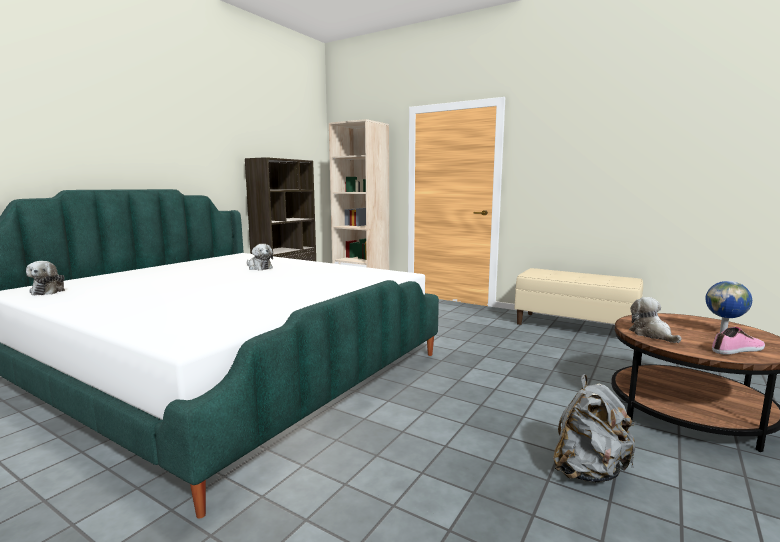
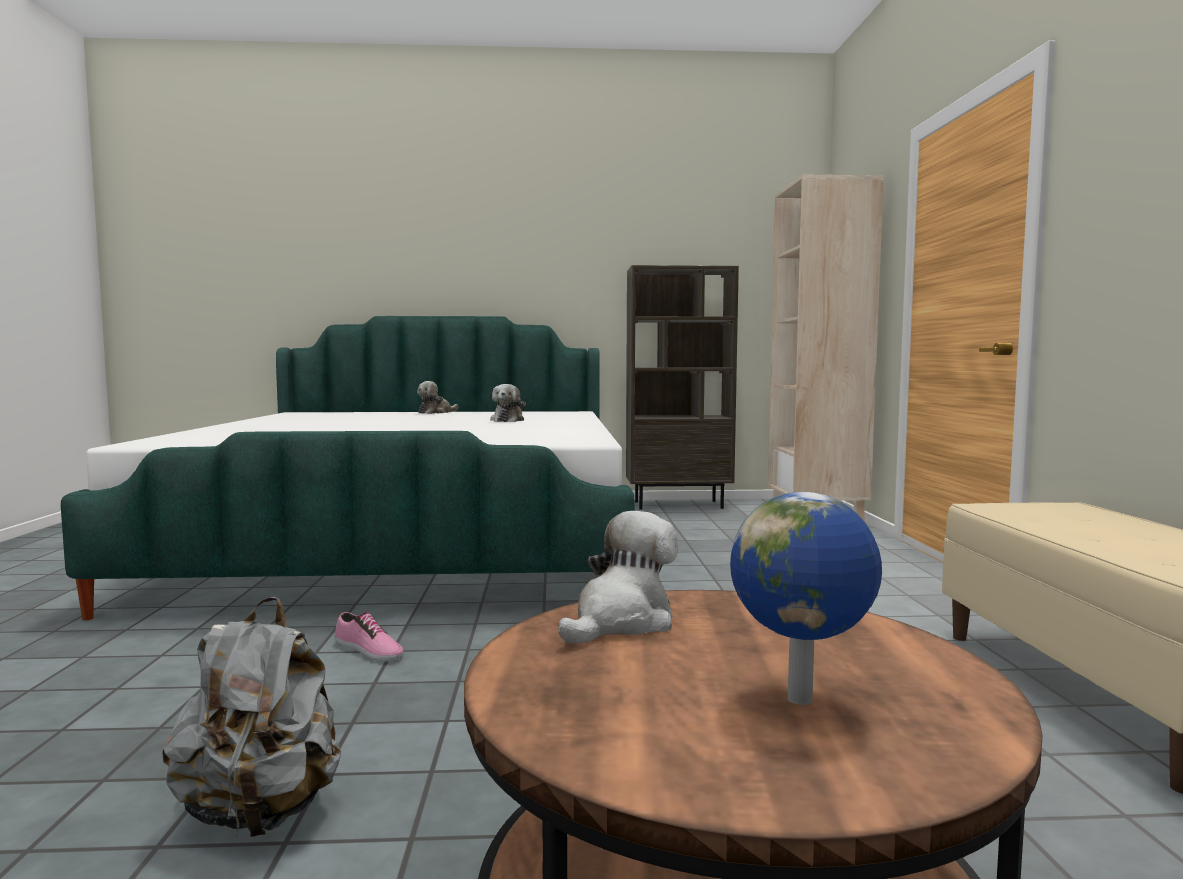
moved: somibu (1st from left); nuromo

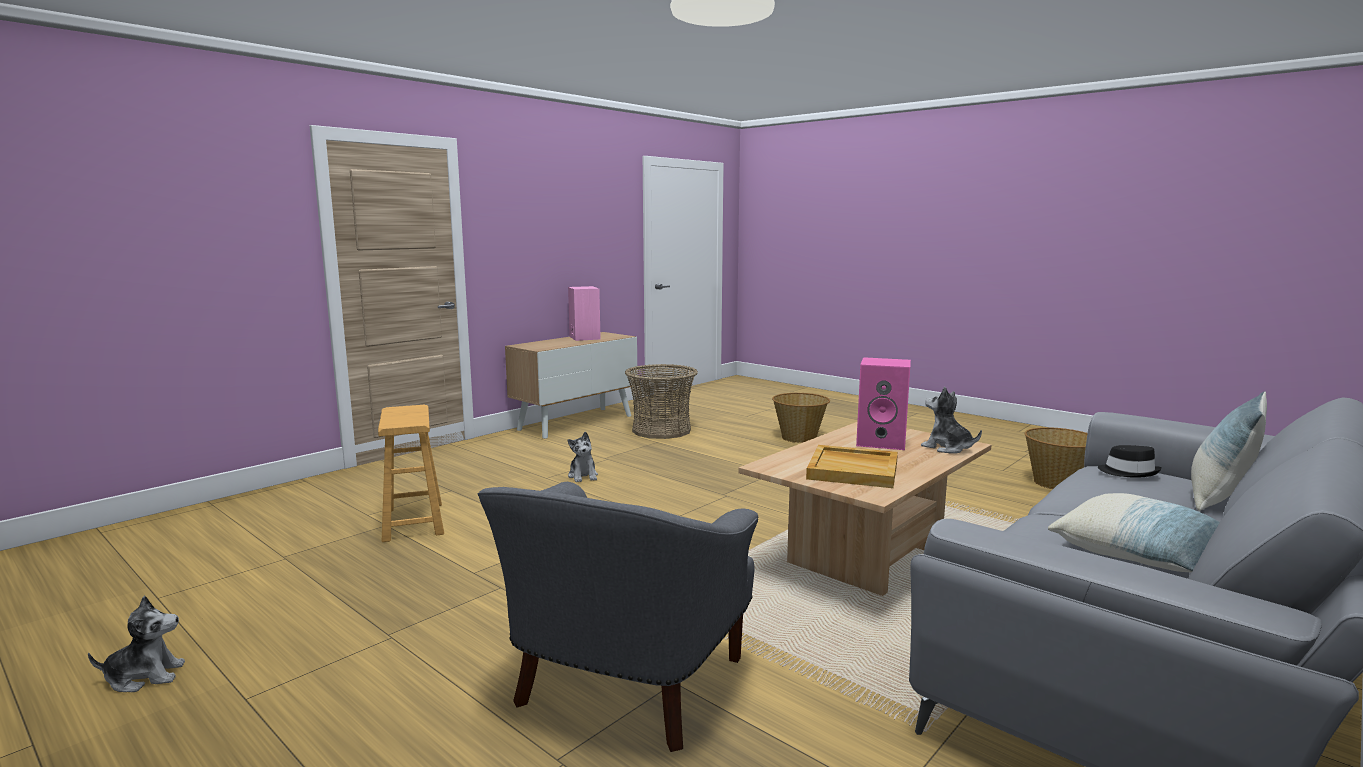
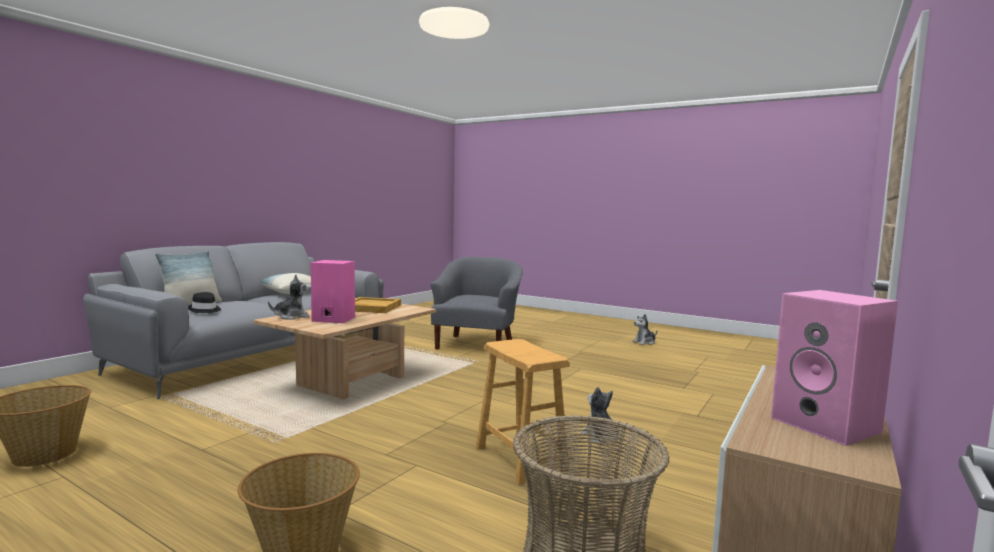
moved: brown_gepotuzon
turned: somibu (3rd from left in the first image) 60 degrees counterclockwise

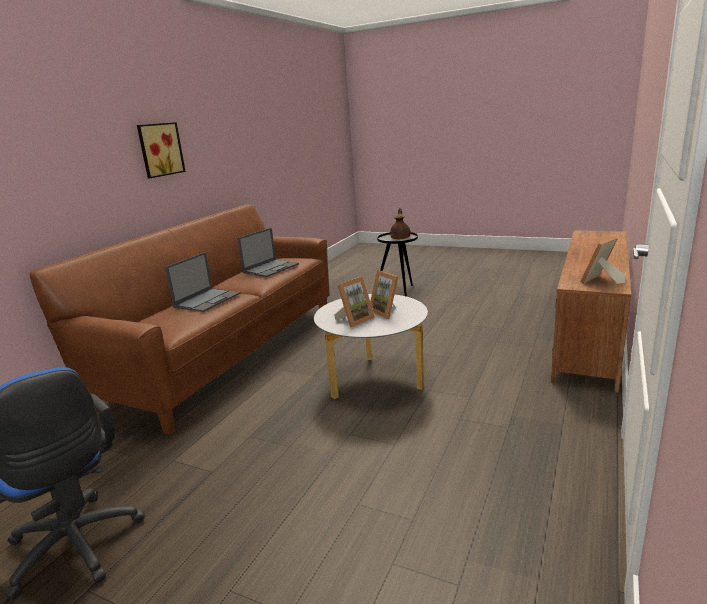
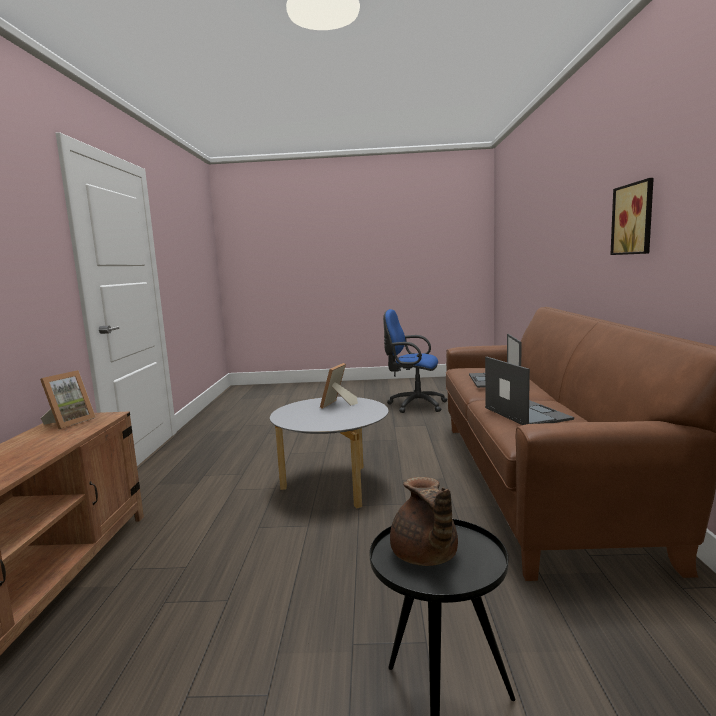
removed: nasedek (2nd from left)
turned: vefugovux (2nd from left) 150 degrees clockwise

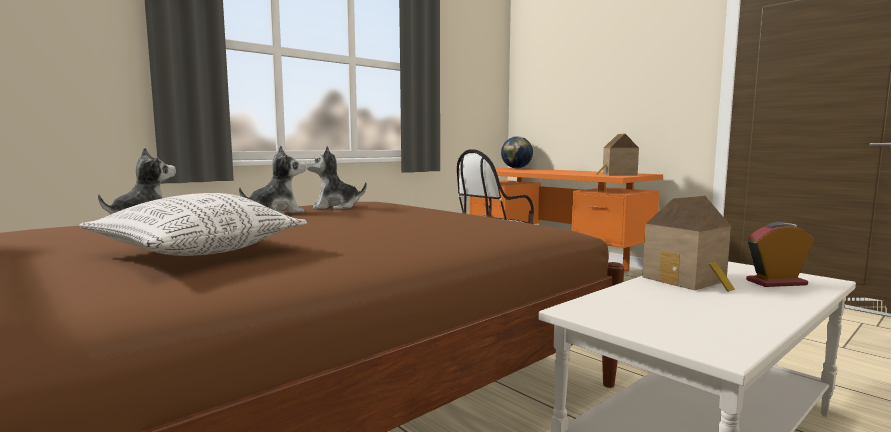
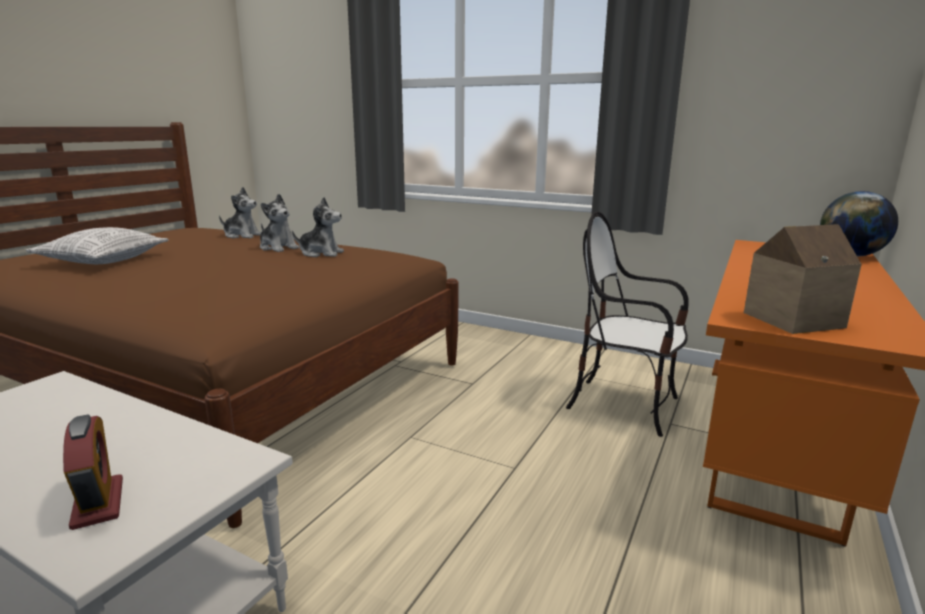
removed: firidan (2nd from left)
turned: somibu (3rd from left) 135 degrees clockwise

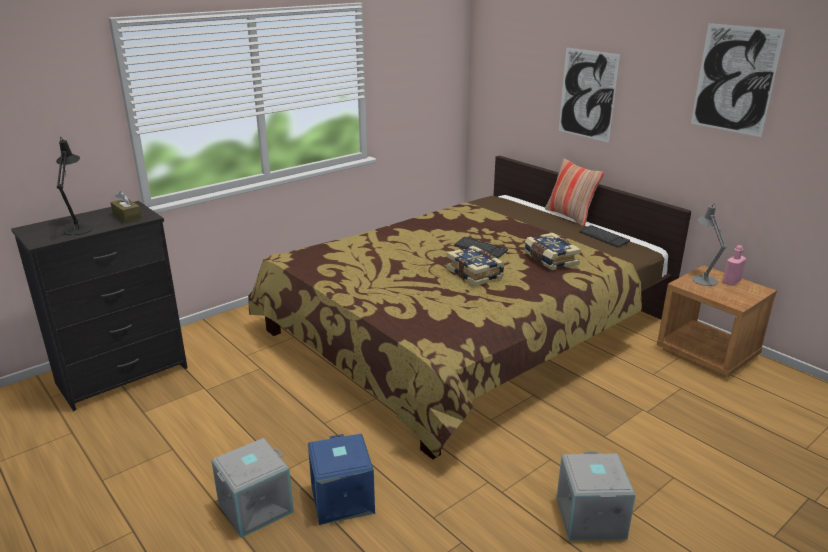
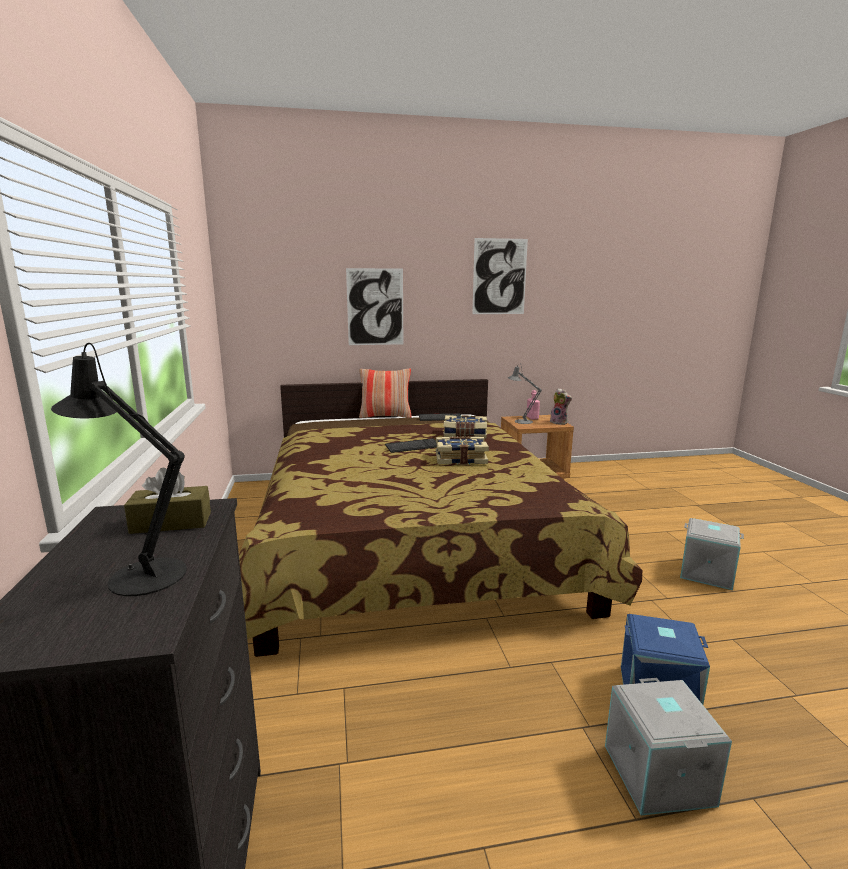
added: somibu

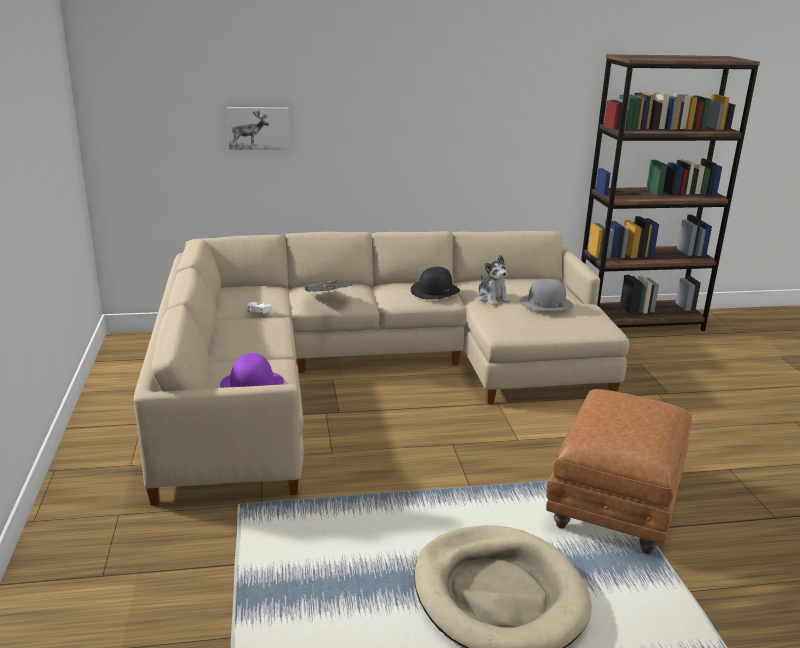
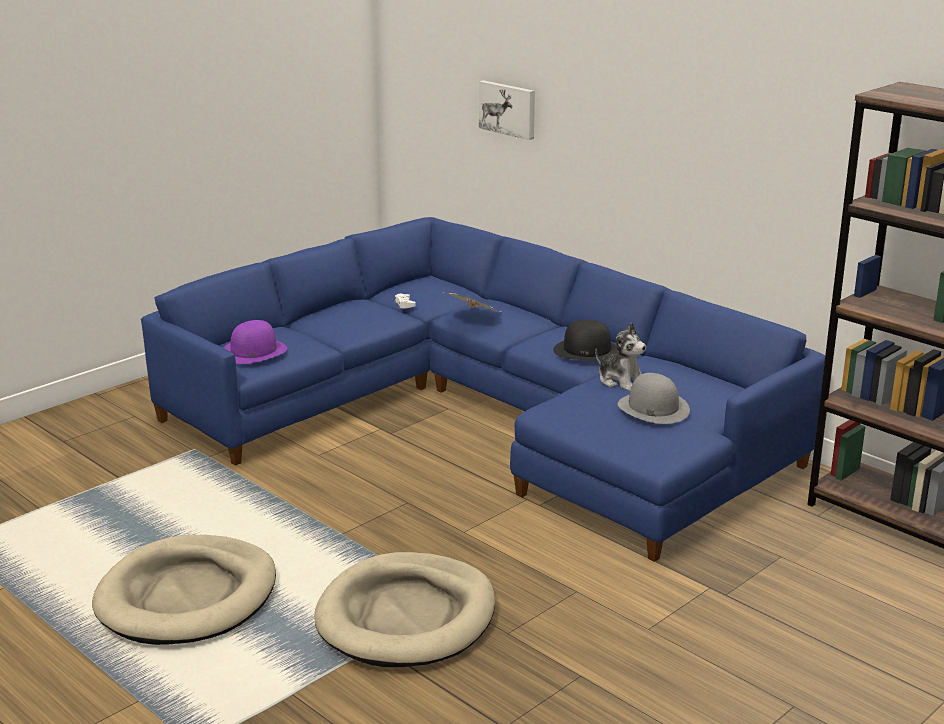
replaced: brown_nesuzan to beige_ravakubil (2nd from left)
recoloured: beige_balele to blue_balele
turned: somibu 75 degrees counterclockwise

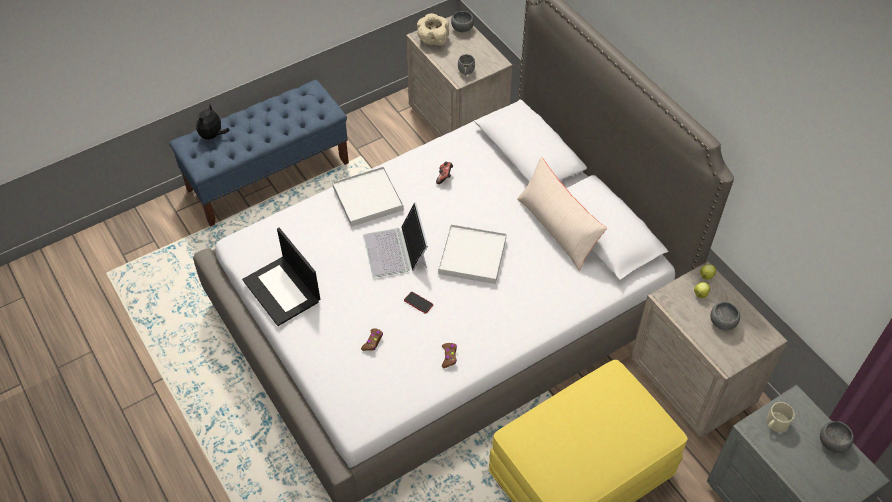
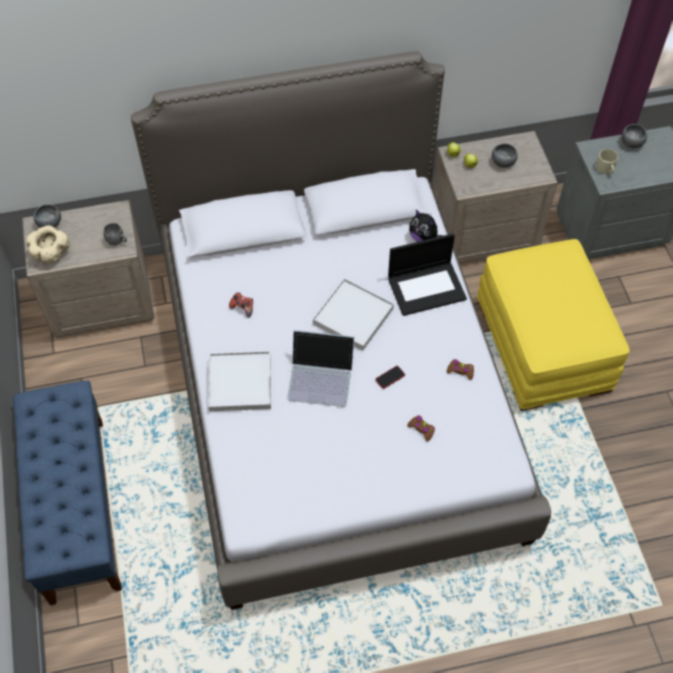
removed: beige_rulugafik
moved: somibu; vefugovux (1st from left in the first image) to vefugovux (2nd from left)

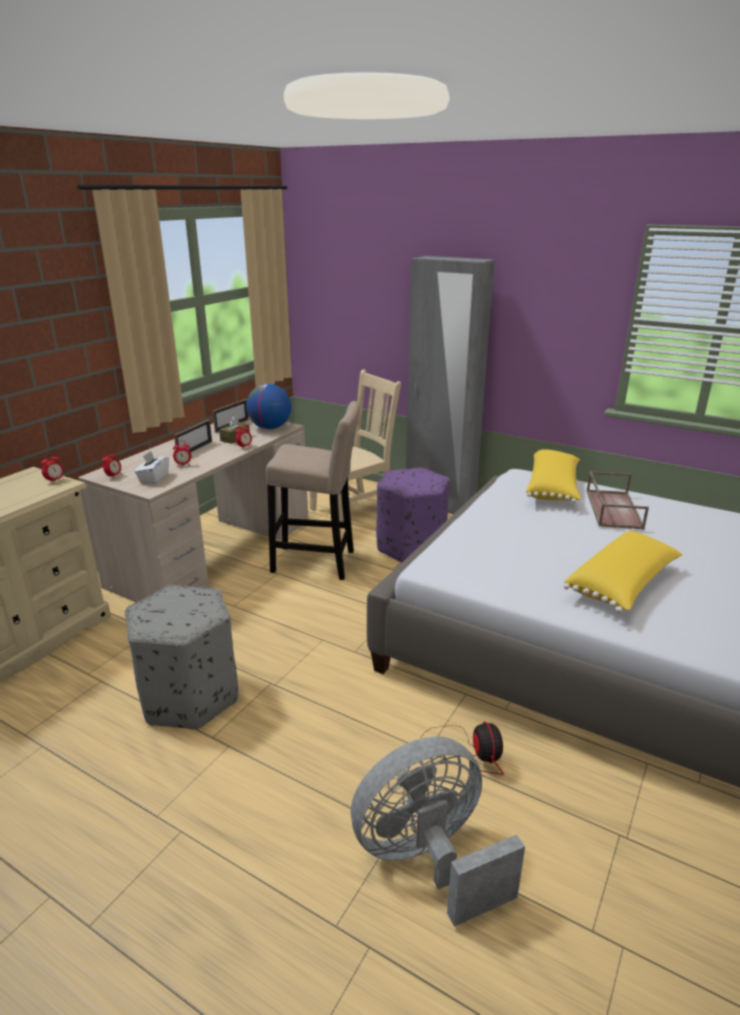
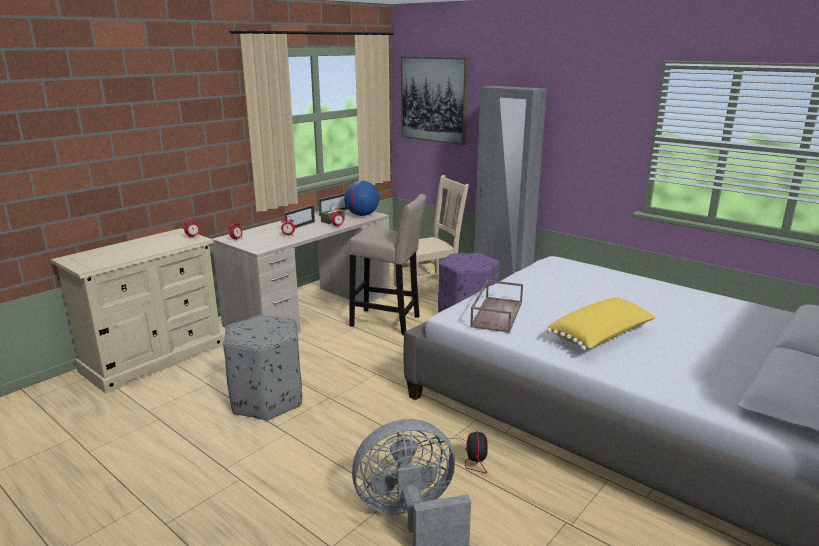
removed: yellow_rulugafik (1st from left); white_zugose
added: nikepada
moved: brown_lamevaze

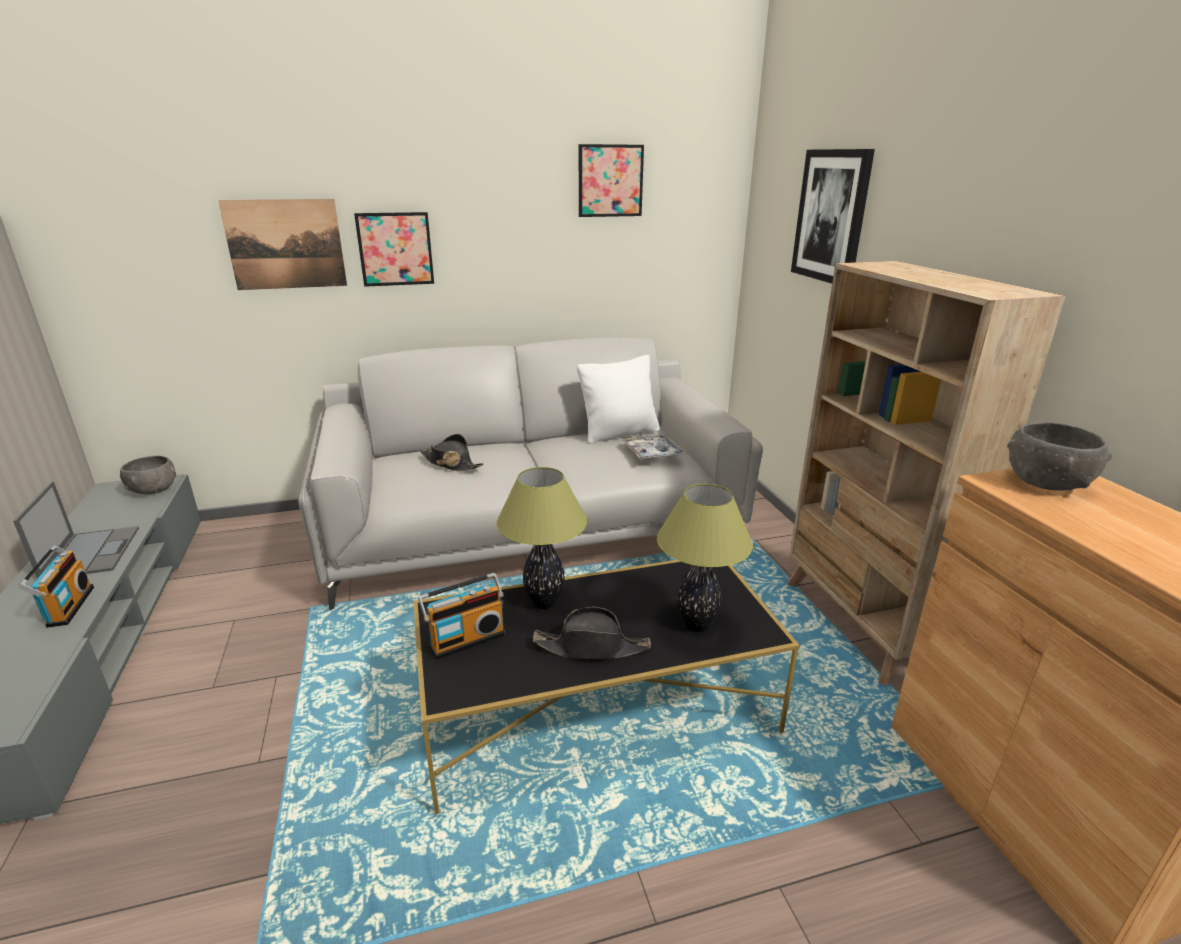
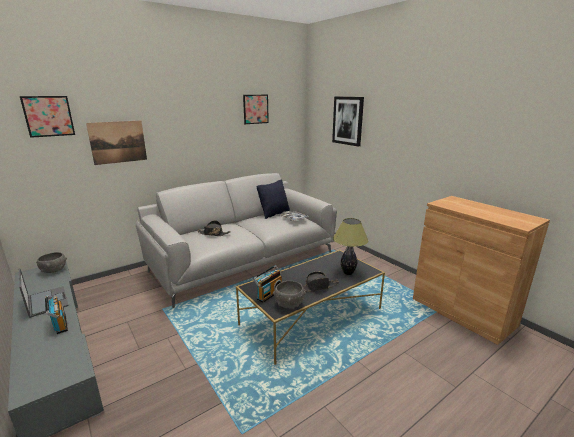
removed: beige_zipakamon; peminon (1st from left)
moved: nikepada (2nd from left in the first image) to nikepada (1st from left); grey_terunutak (2nd from left)
recoloured: white_rulugafik to black_rulugafik

